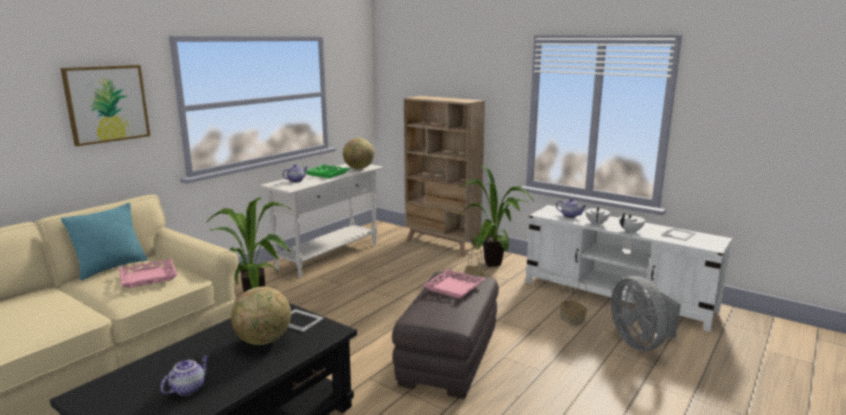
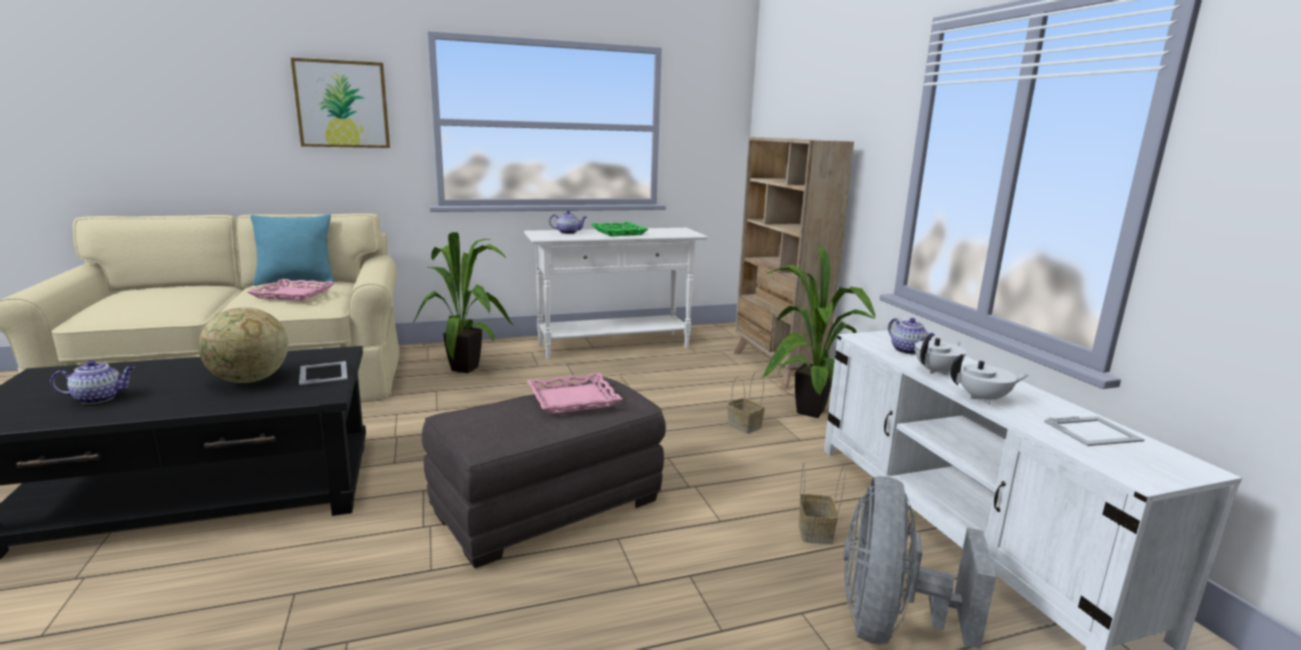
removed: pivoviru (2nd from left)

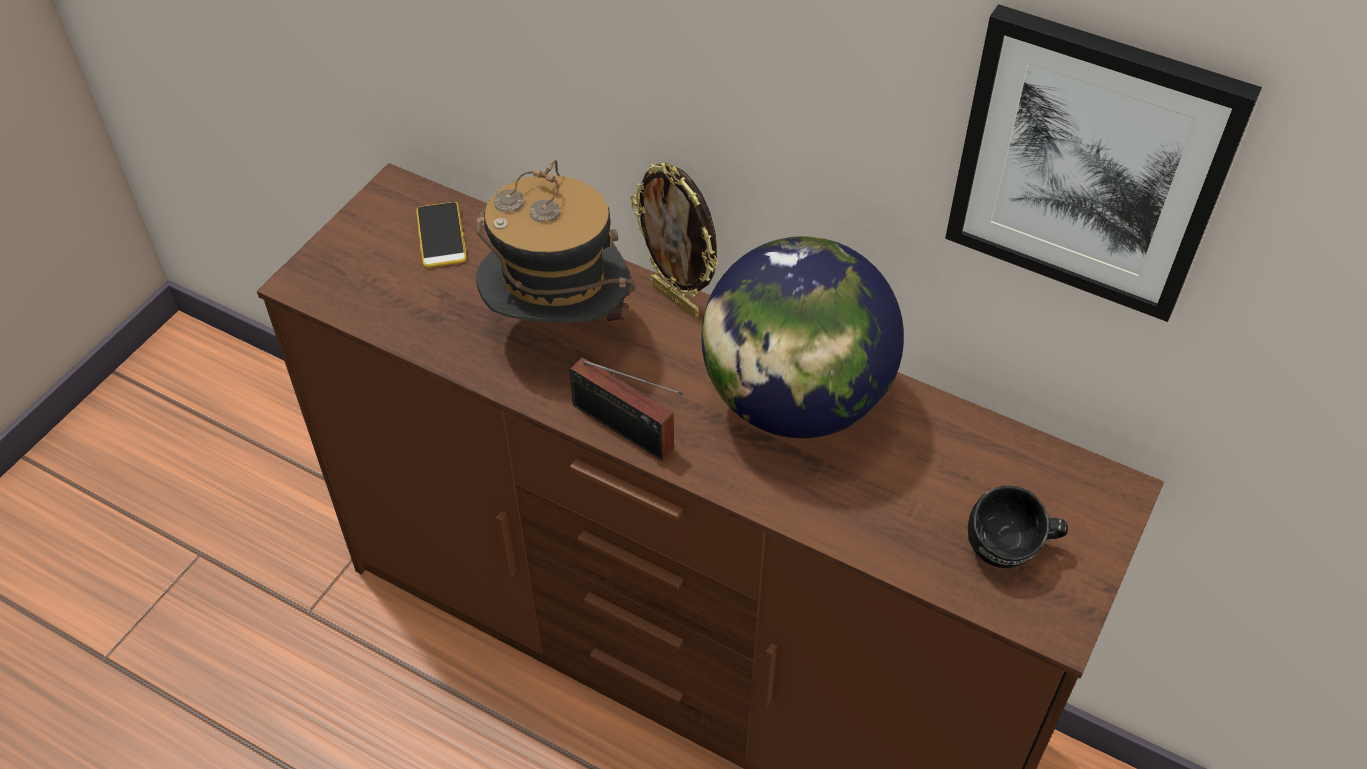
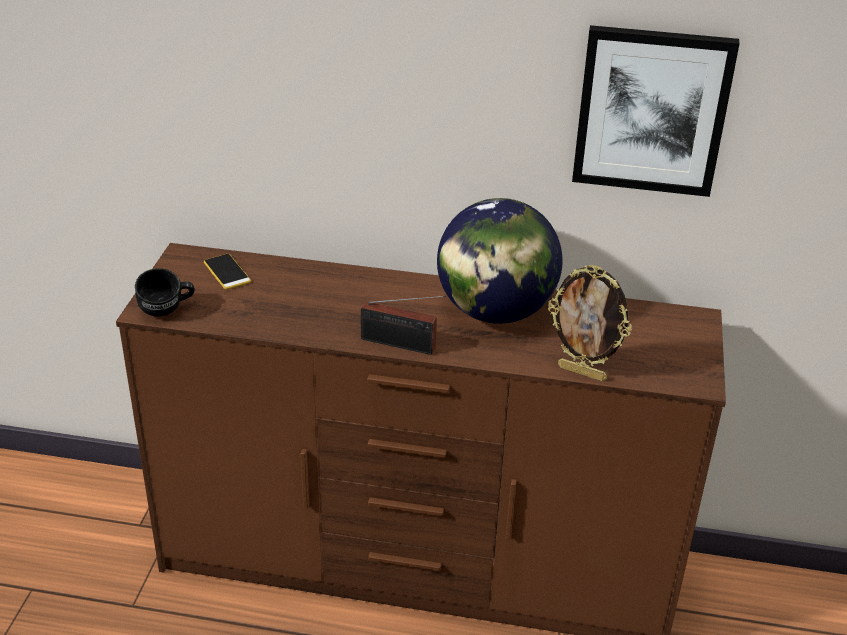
removed: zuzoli
moved: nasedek; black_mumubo

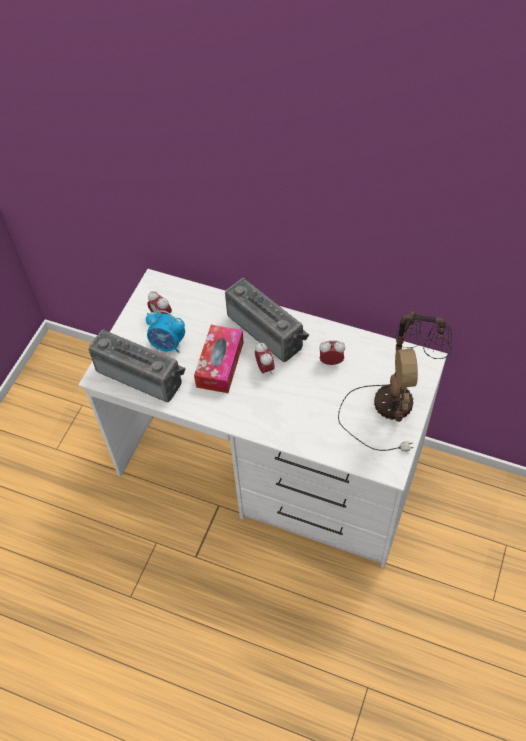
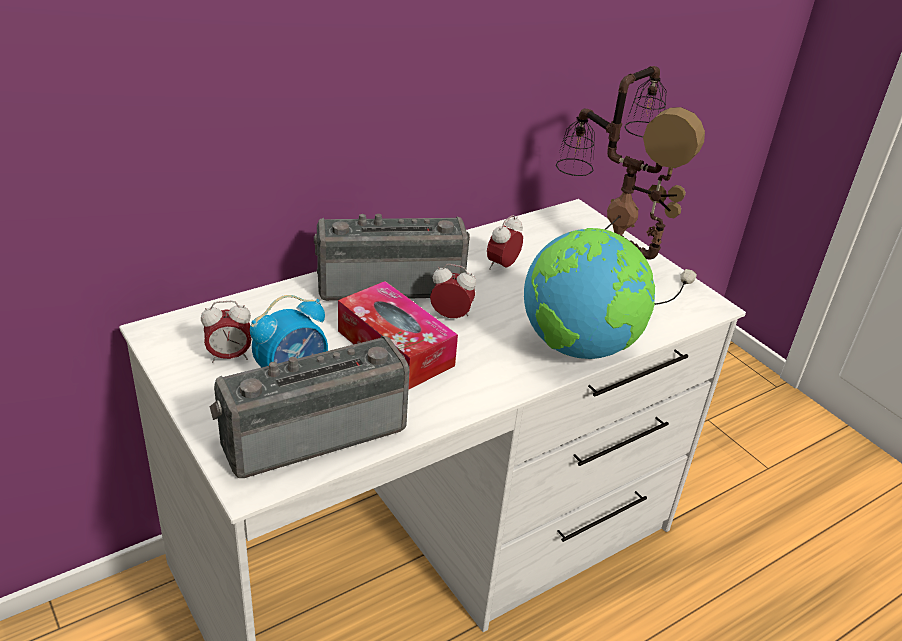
added: pivoviru

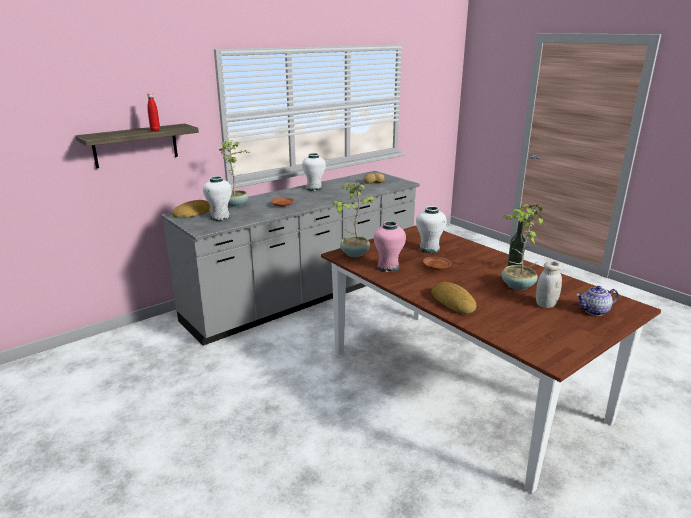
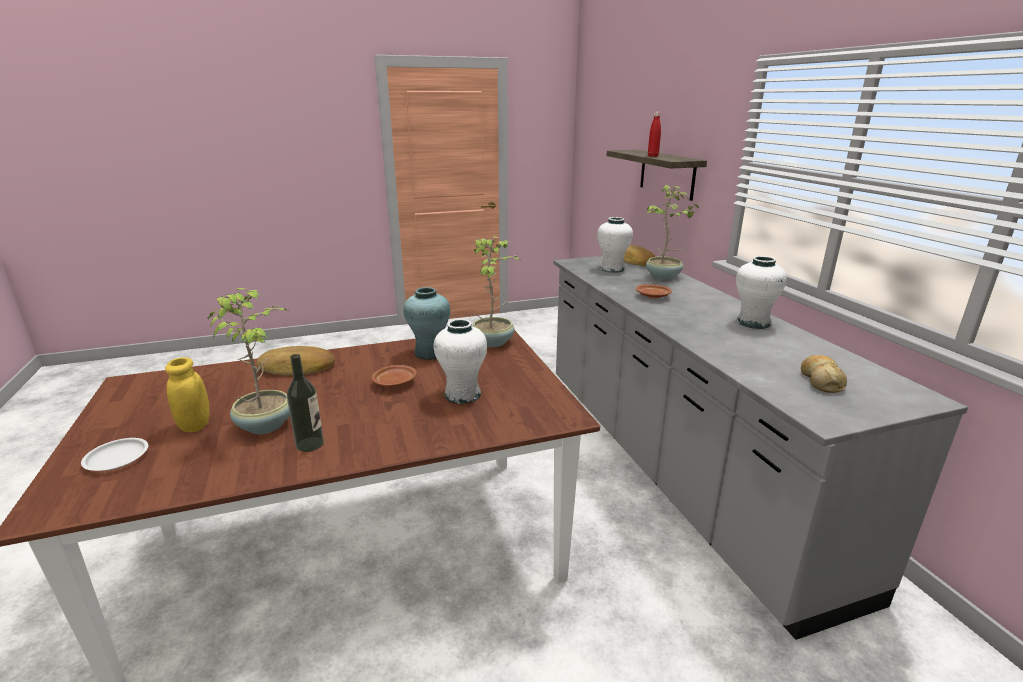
replaced: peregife to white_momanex
recoloured: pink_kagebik to turquoise_kagebik; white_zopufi to yellow_zopufi

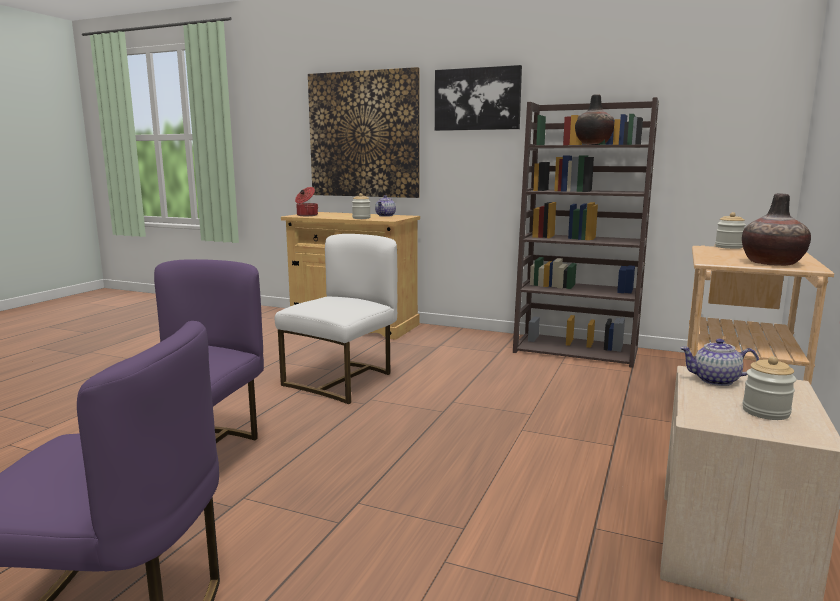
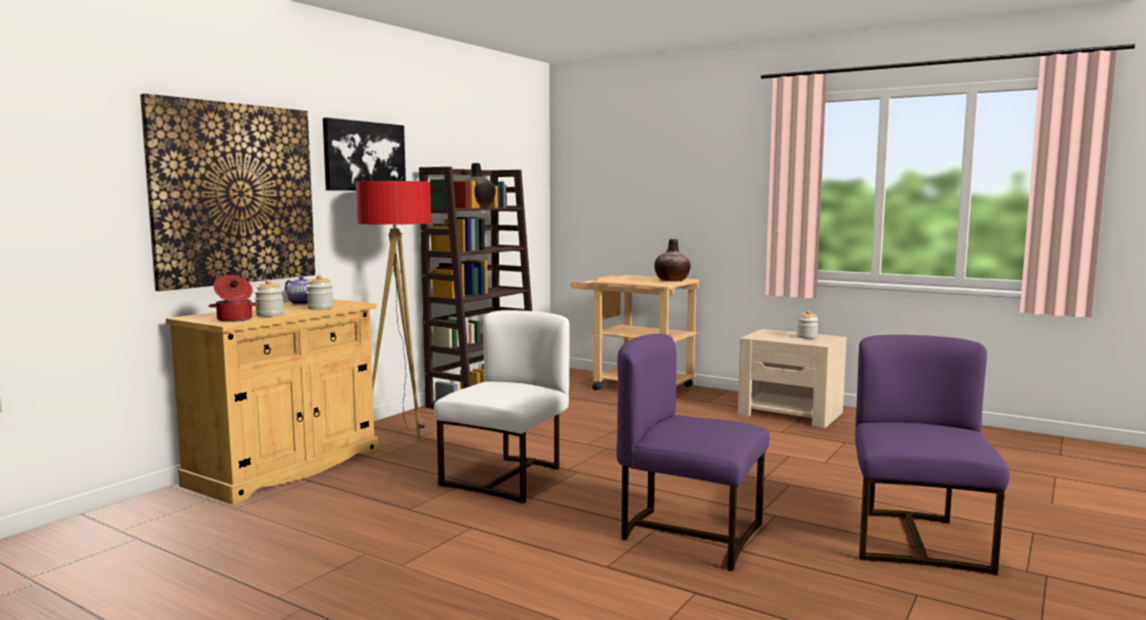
removed: peregife (2nd from left)
added: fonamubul
moved: zopufi (2nd from left in the first image) to zopufi (1st from left)
turned: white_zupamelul 75 degrees clockwise

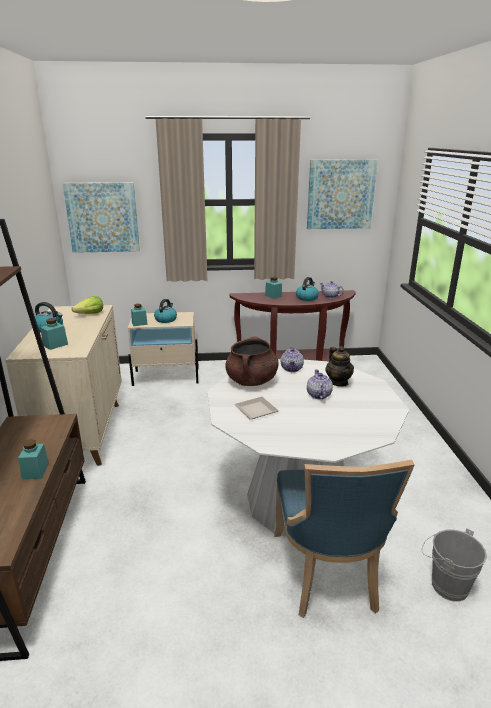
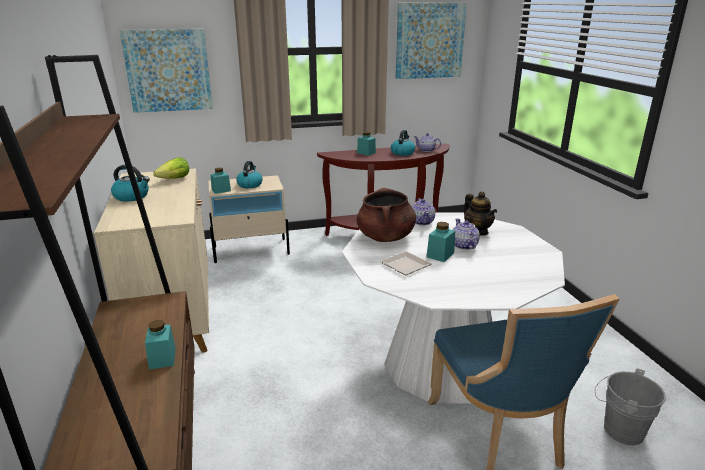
moved: turquoise_zopufi (2nd from left in the first image) to turquoise_zopufi (4th from left)

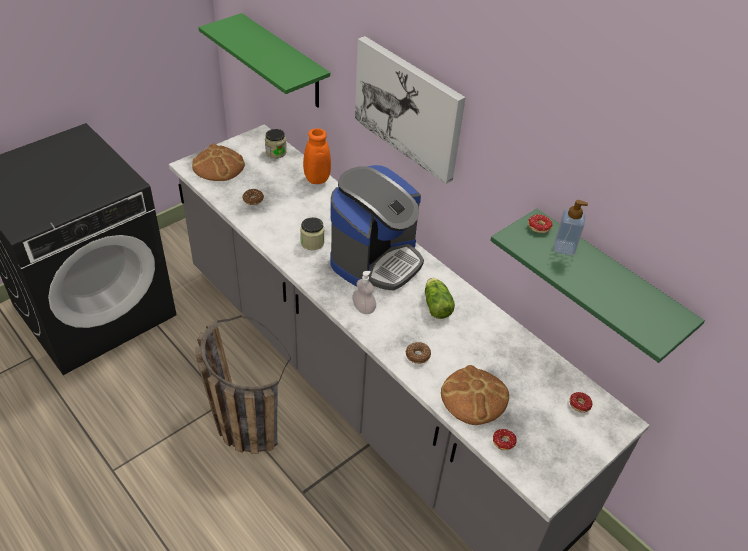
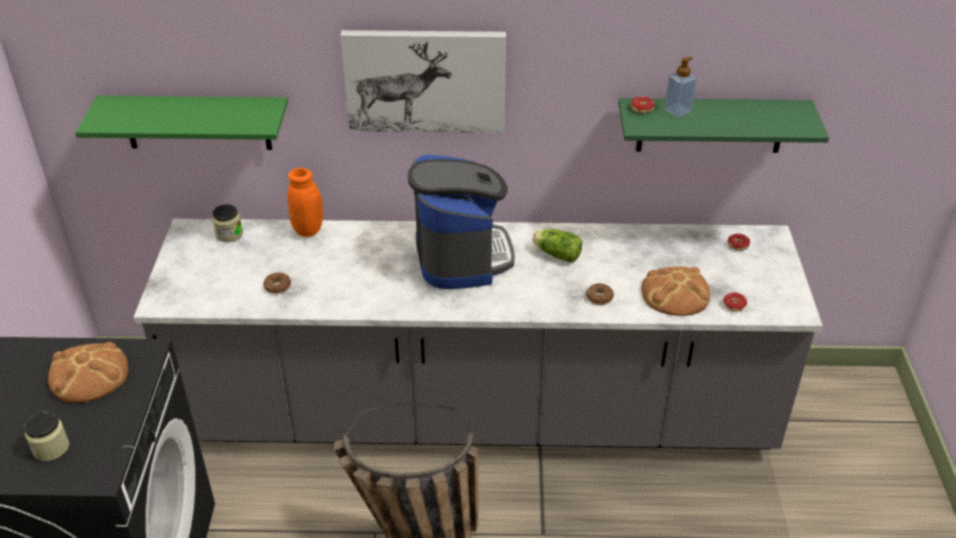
removed: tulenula (1st from left)
moved: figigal (1st from left); zopufi (2nd from left in the first image) to zopufi (1st from left)

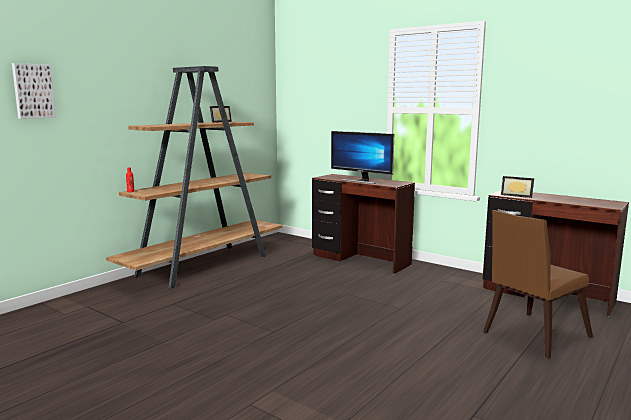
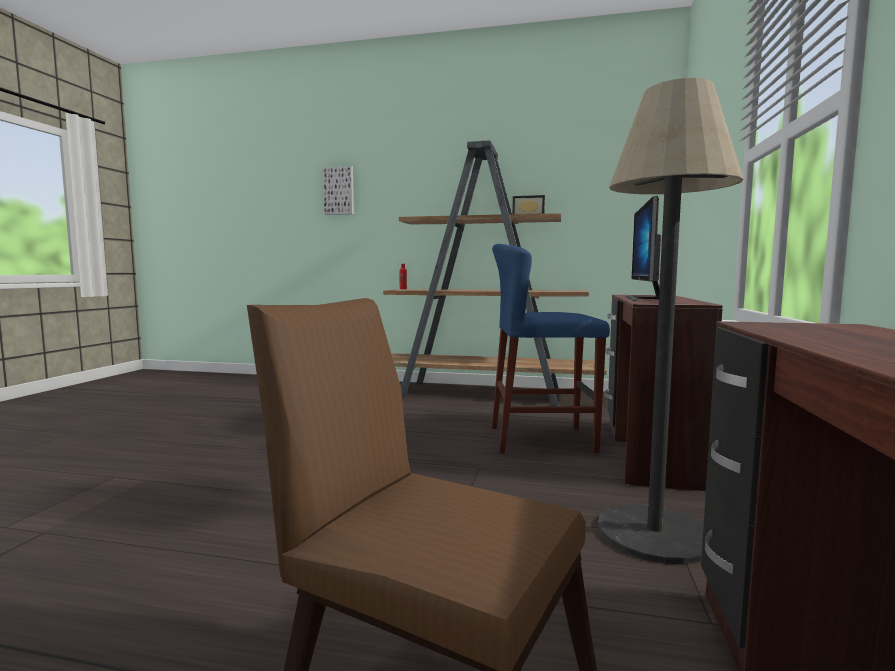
removed: nasedek (2nd from left)
added: fonamubul; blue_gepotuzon

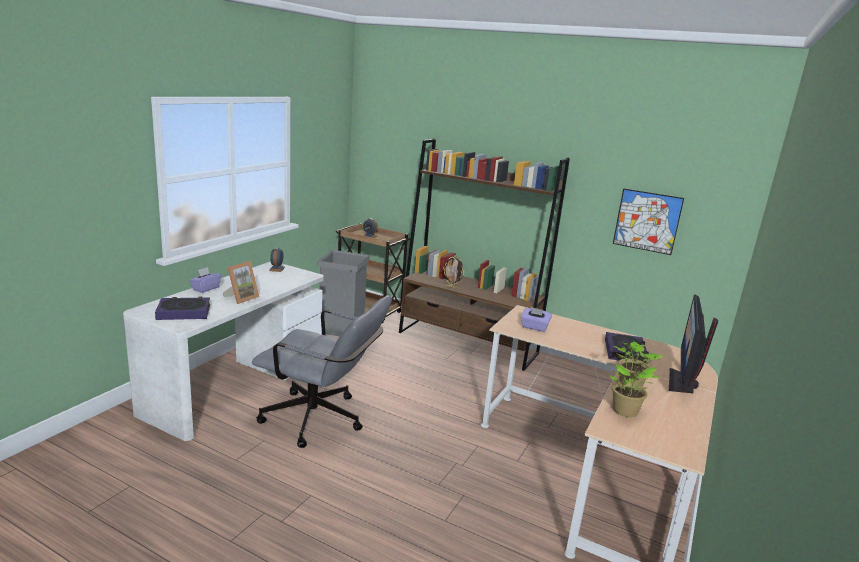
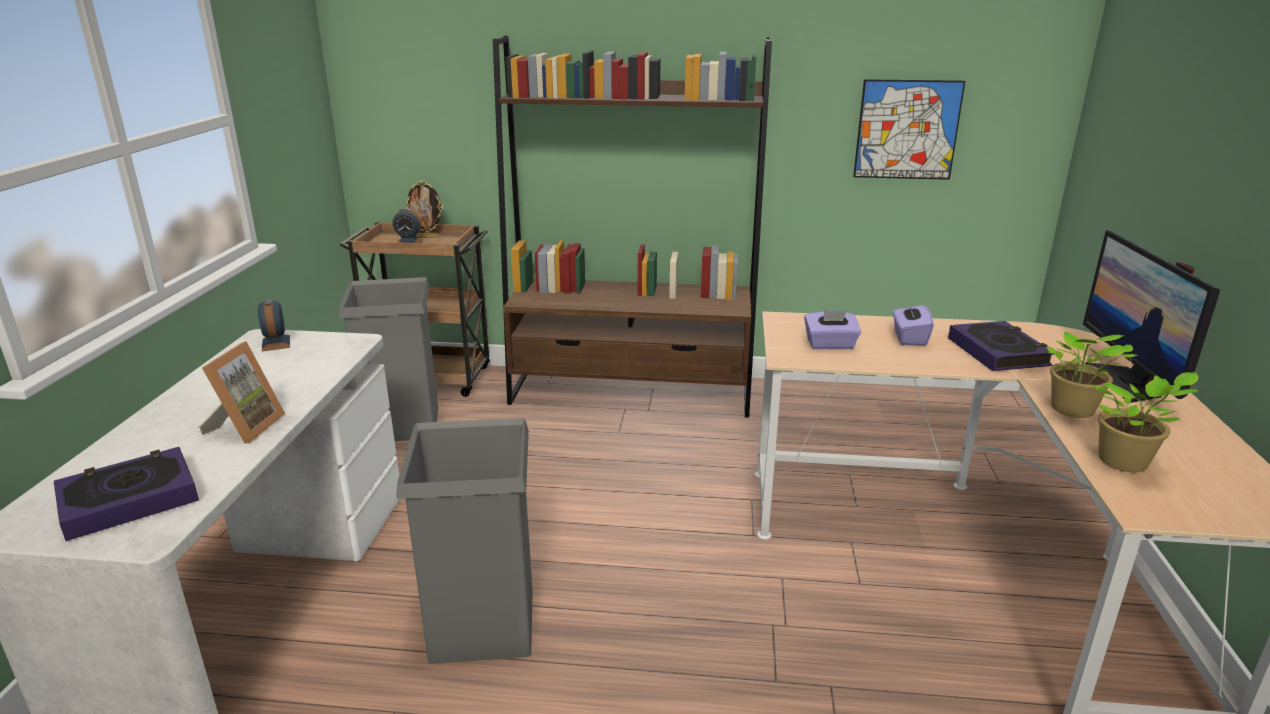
moved: nasedek (2nd from left); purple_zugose (1st from left in the first image) to purple_zugose (2nd from left)
replaced: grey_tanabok to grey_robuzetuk (2nd from left)

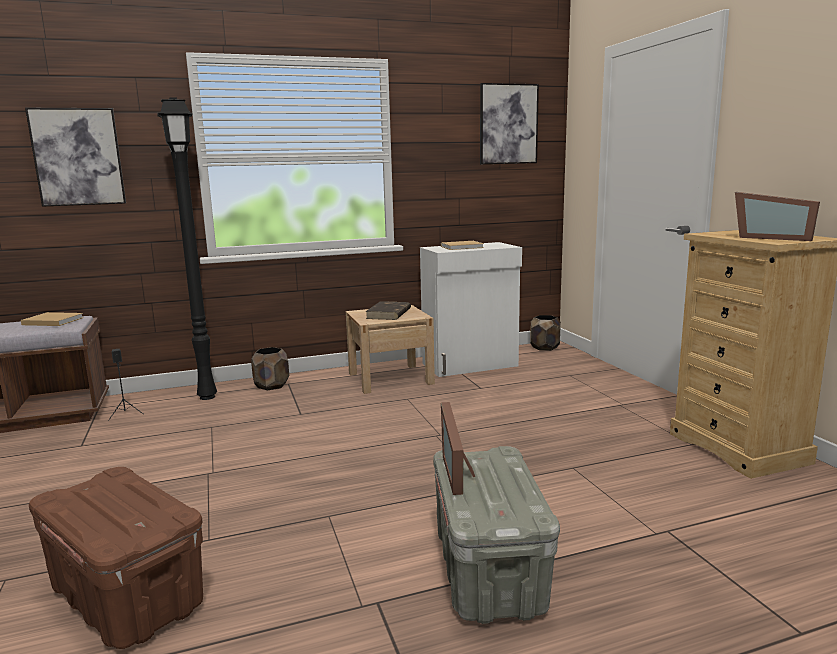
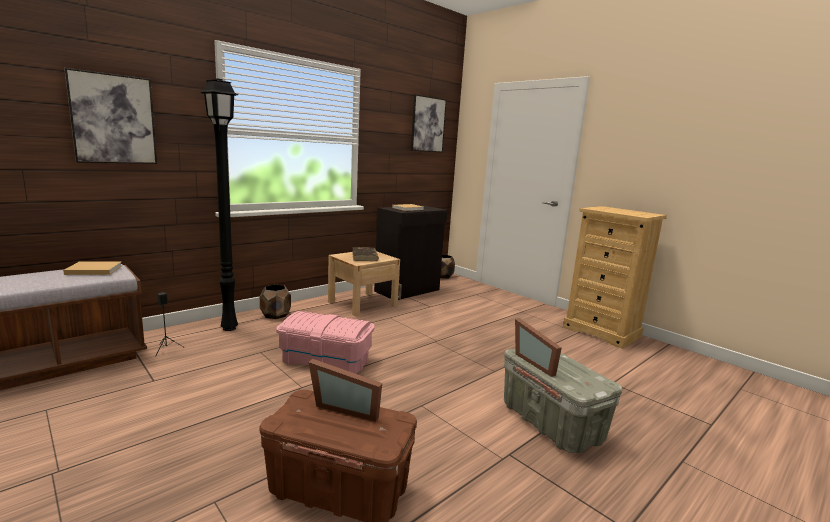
added: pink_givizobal
moved: nasedek (2nd from left in the first image) to nasedek (1st from left)
recoloured: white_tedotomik to black_tedotomik

